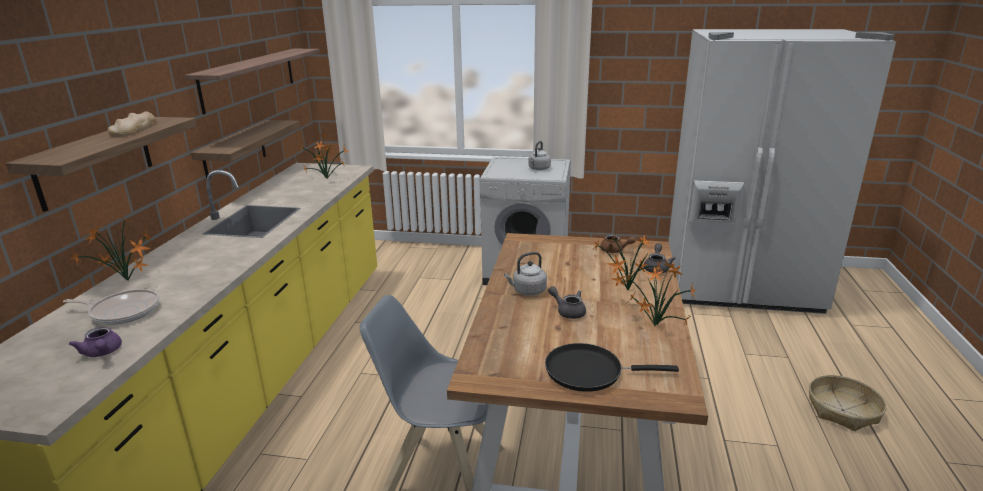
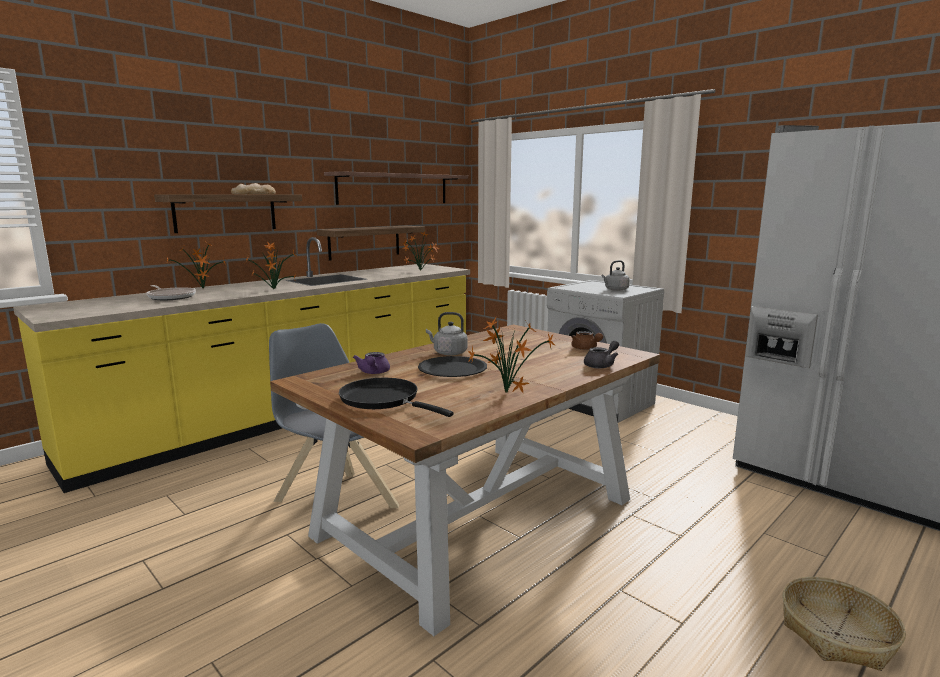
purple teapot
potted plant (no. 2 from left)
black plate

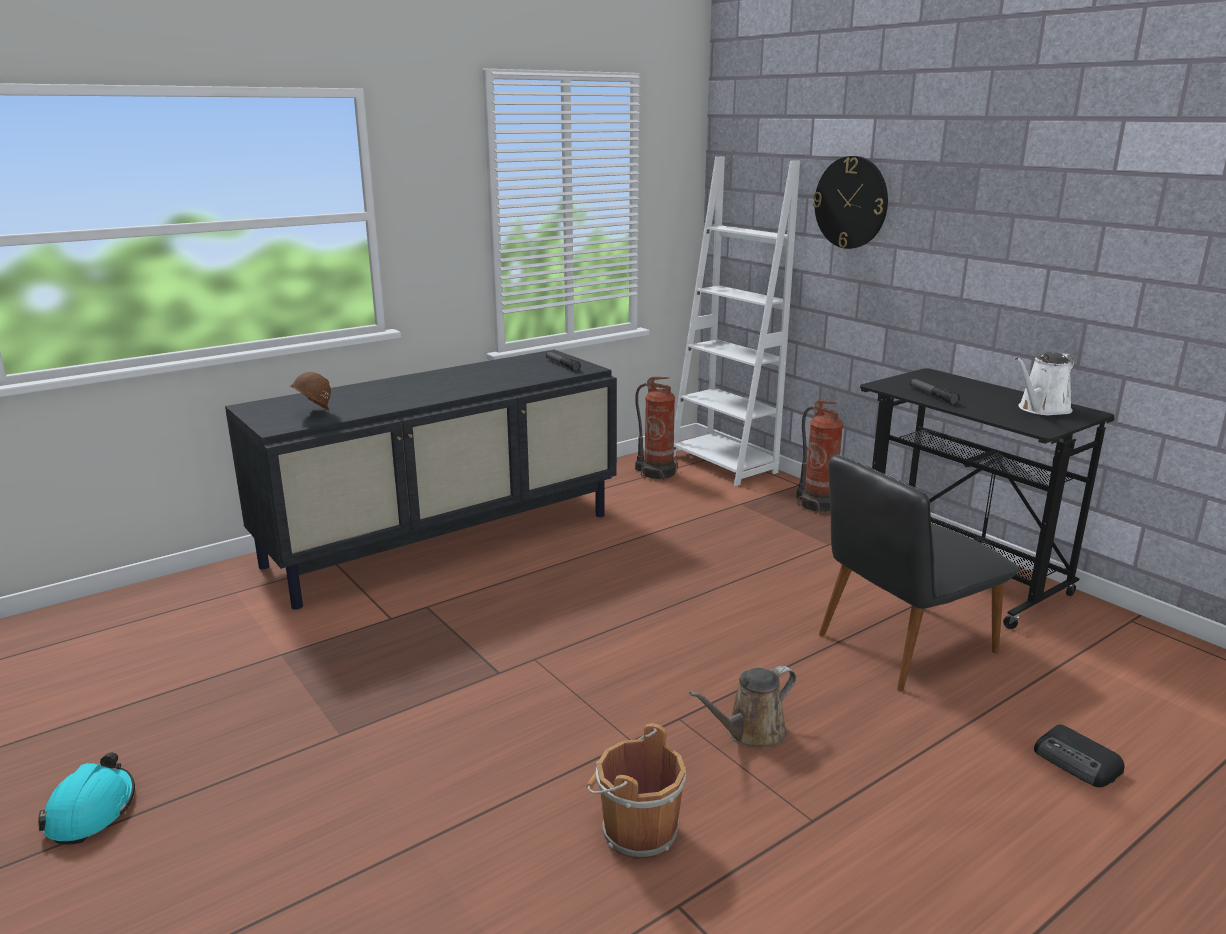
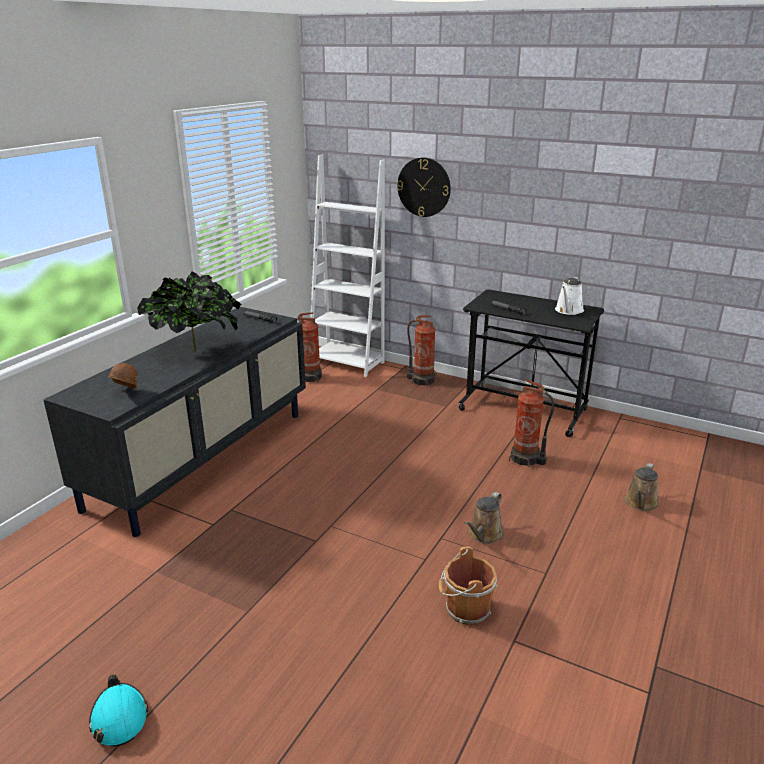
potted plant
fire extinguisher (no. 3 from left)
brown watering can (no. 2 from left)

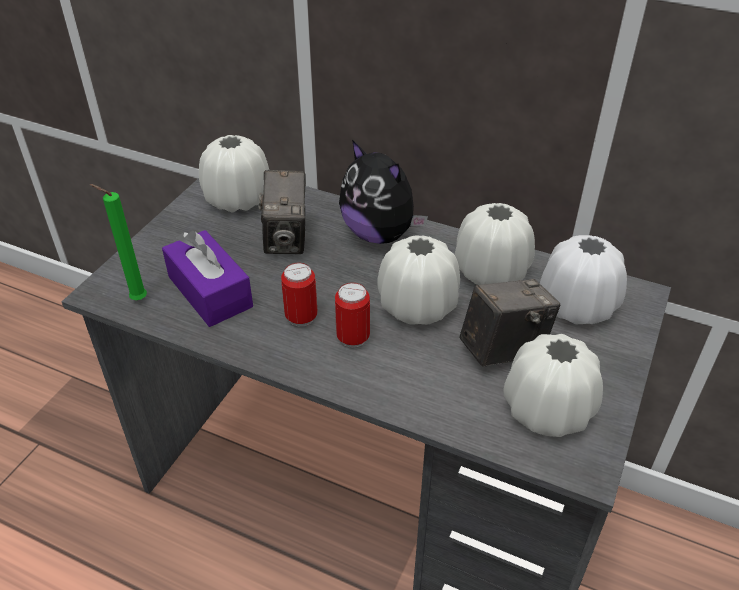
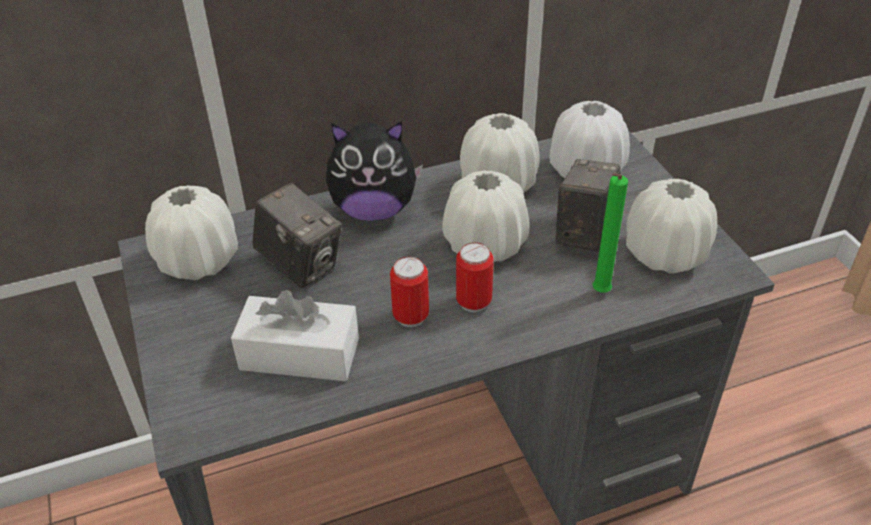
green candle
white tissue box

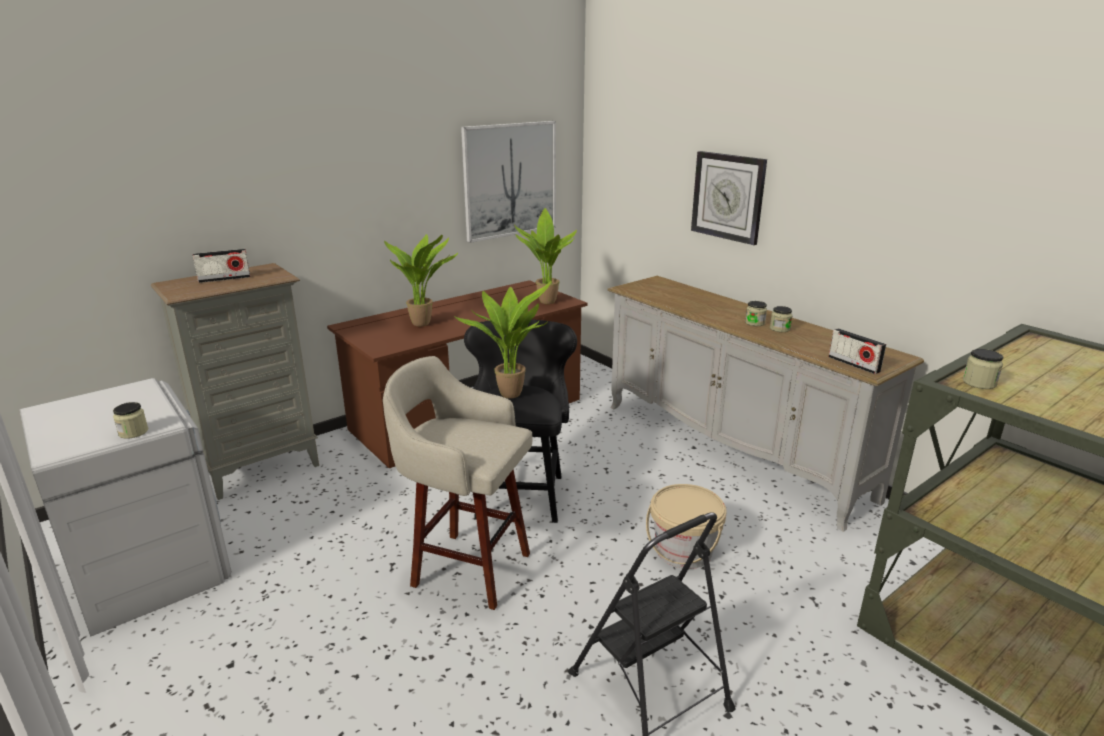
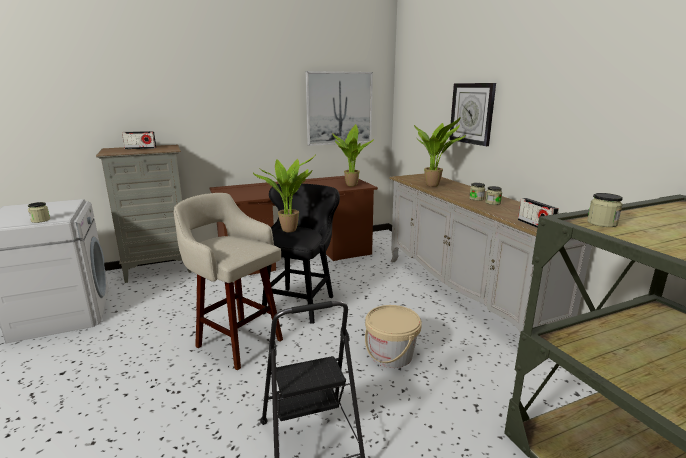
potted plant (no. 3 from left)

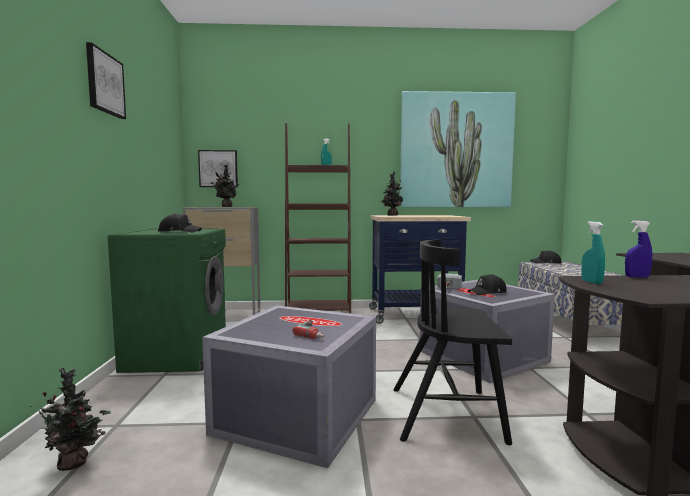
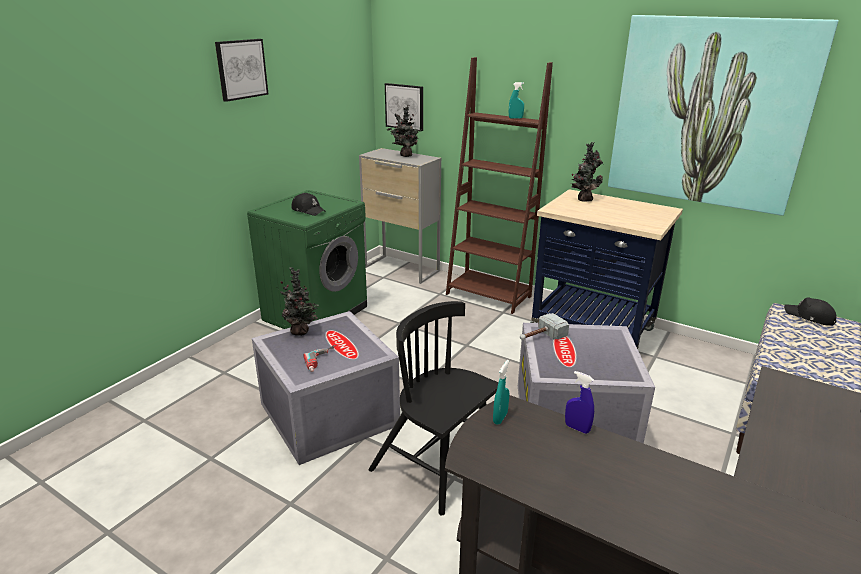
black cap (no. 2 from left in the first image)
potted plant (no. 1 from left)

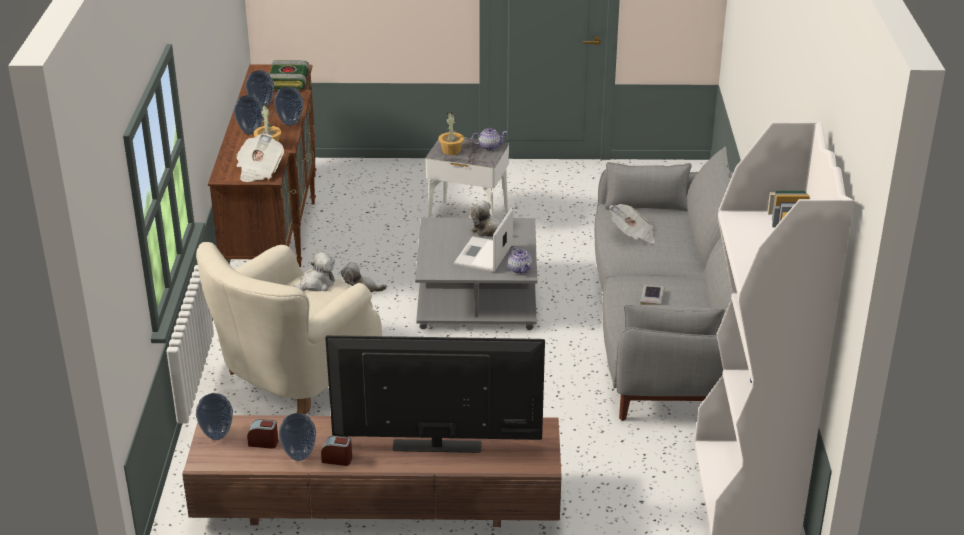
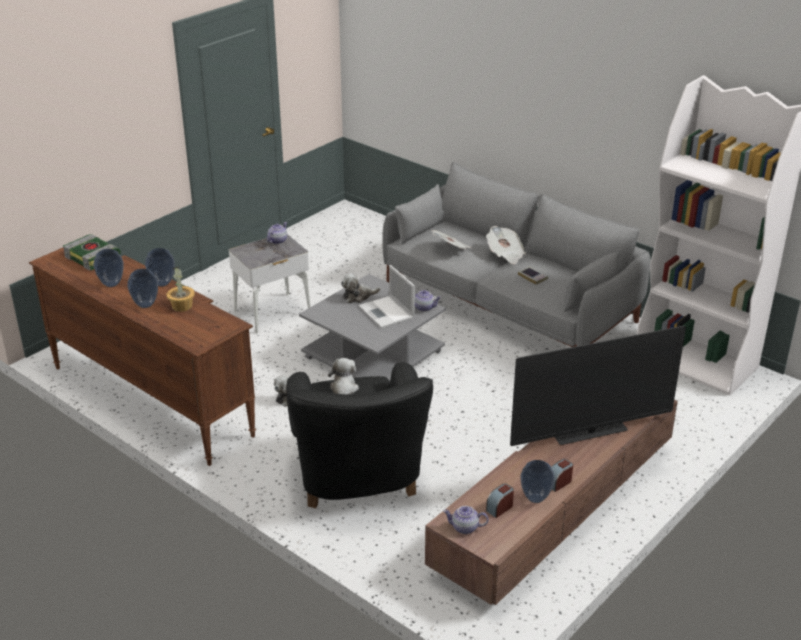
potted plant (no. 2 from left in the first image)
newspaper (no. 2 from left)
teapot (no. 3 from left)
black armchair
television

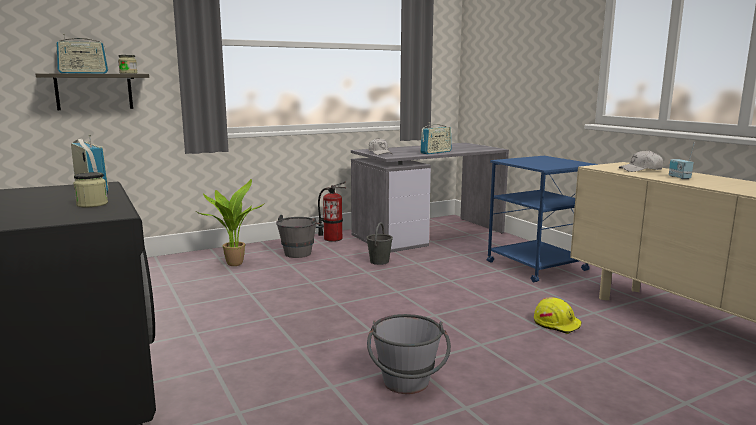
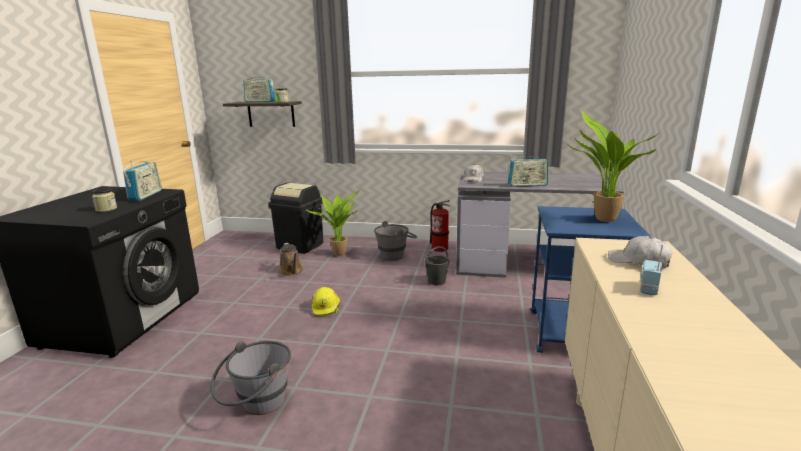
black trash can
brown watering can
potted plant (no. 2 from left)
yellow hard hat

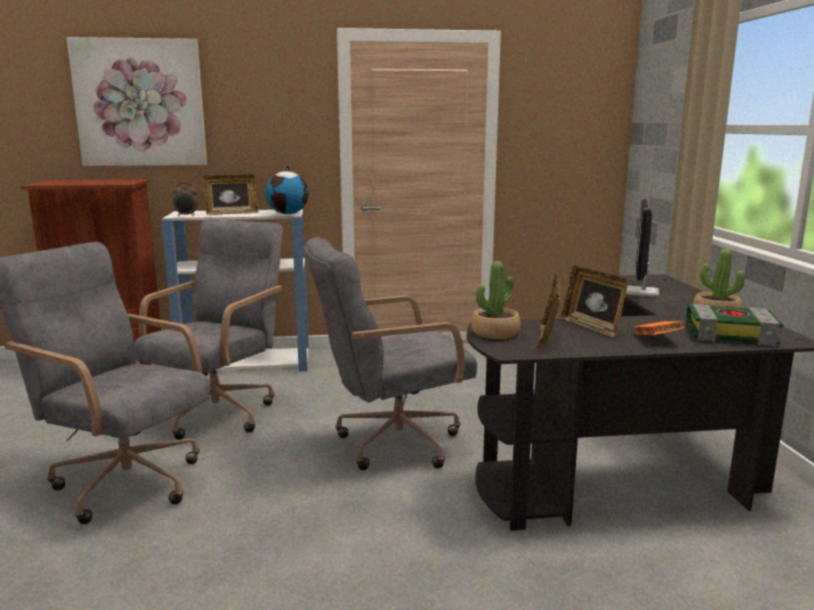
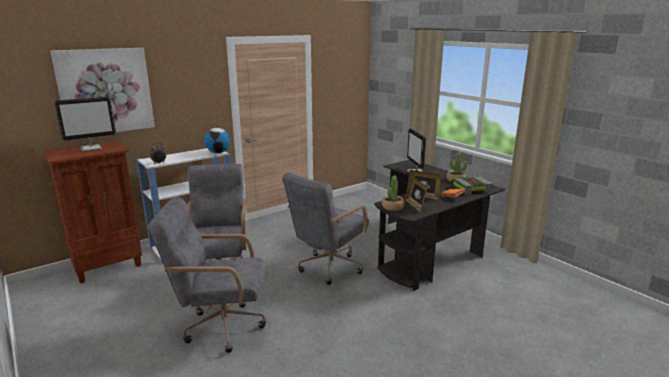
picture frame (no. 1 from left in the first image)
monitor (no. 1 from left)

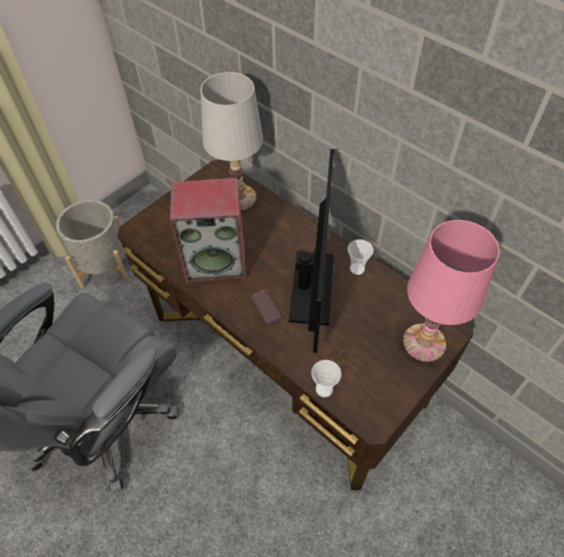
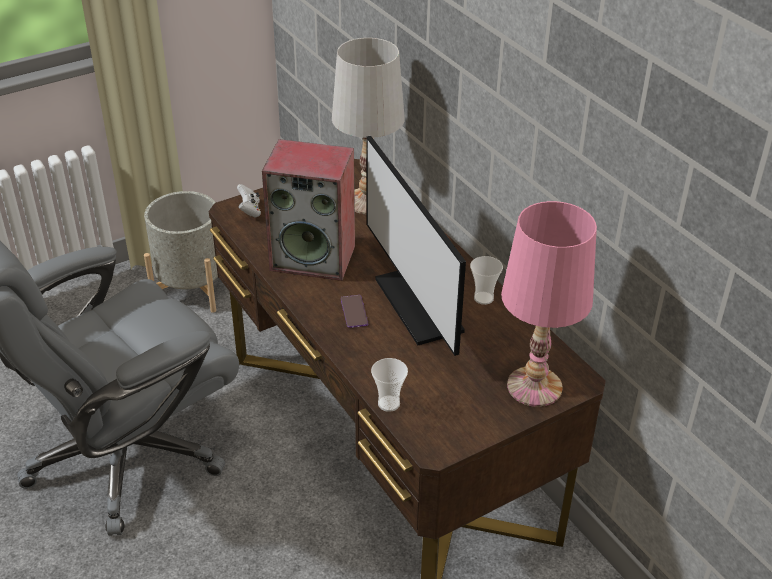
white game controller
monitor

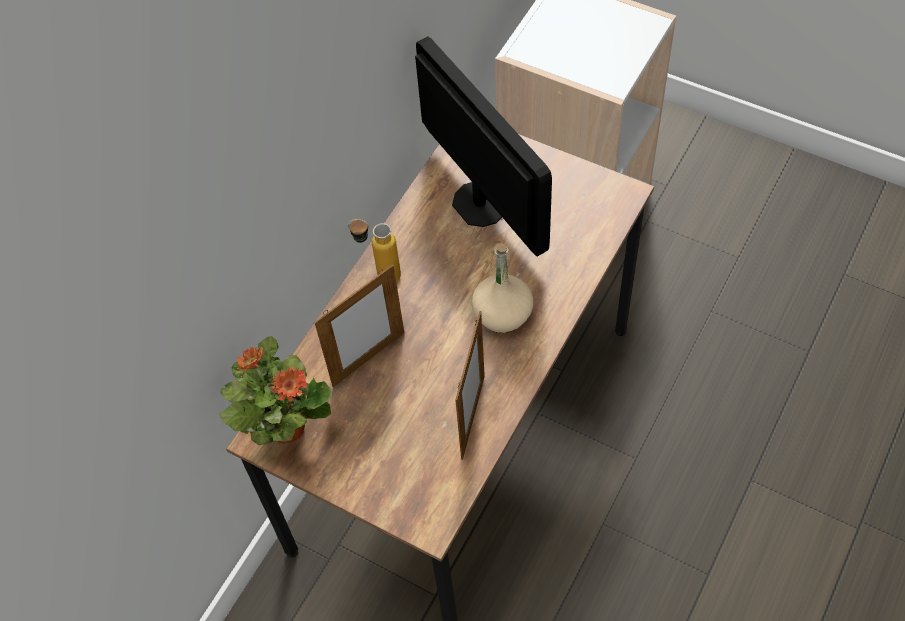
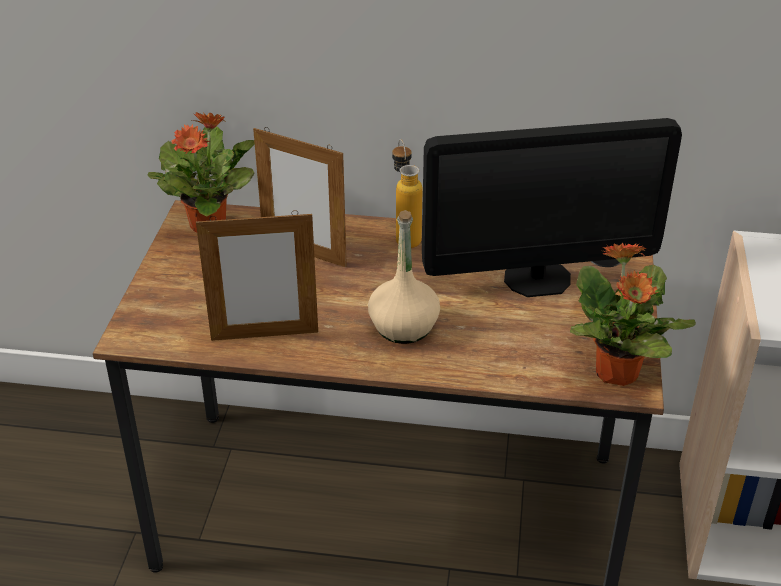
potted plant (no. 2 from left)
monitor

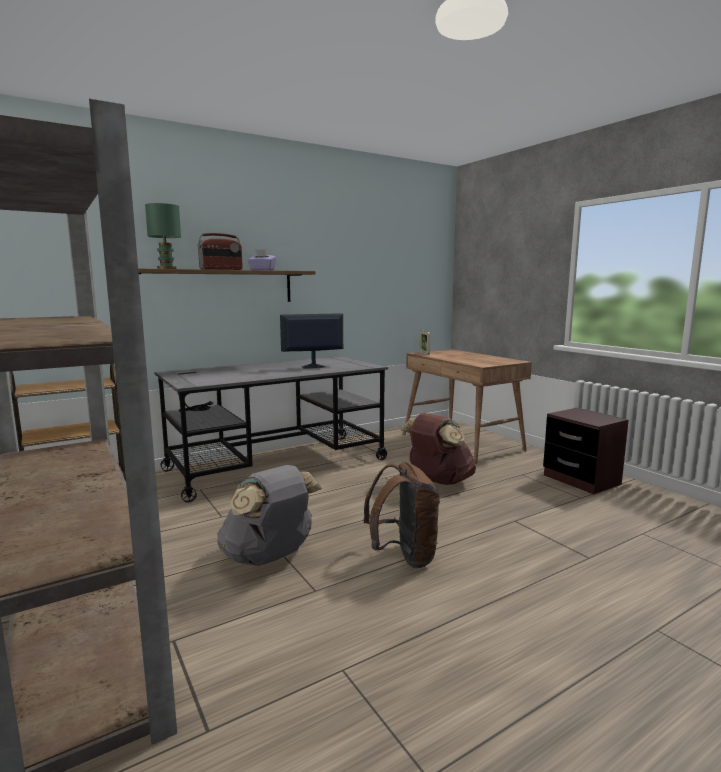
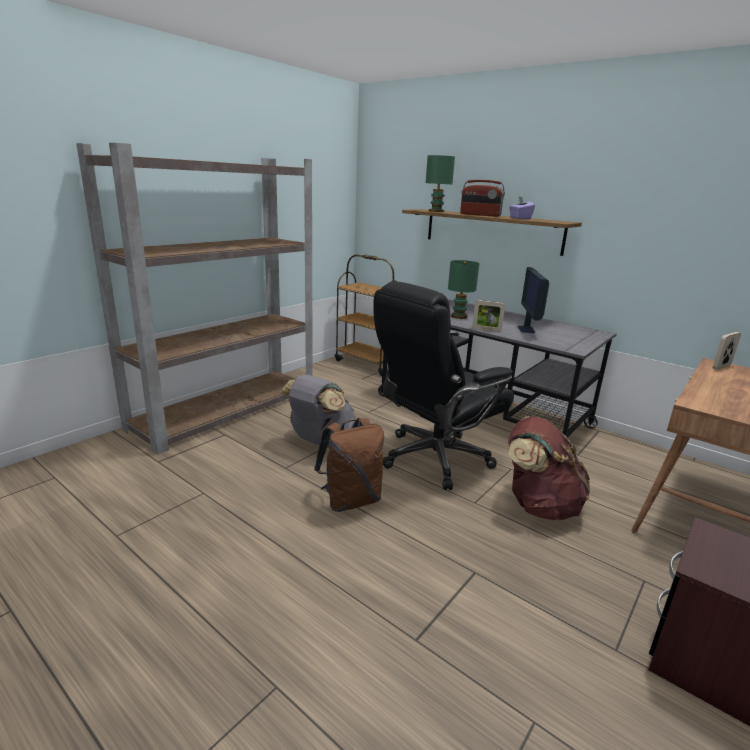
black office chair
green table lamp (no. 2 from left)
picture frame (no. 1 from left)
monitor

